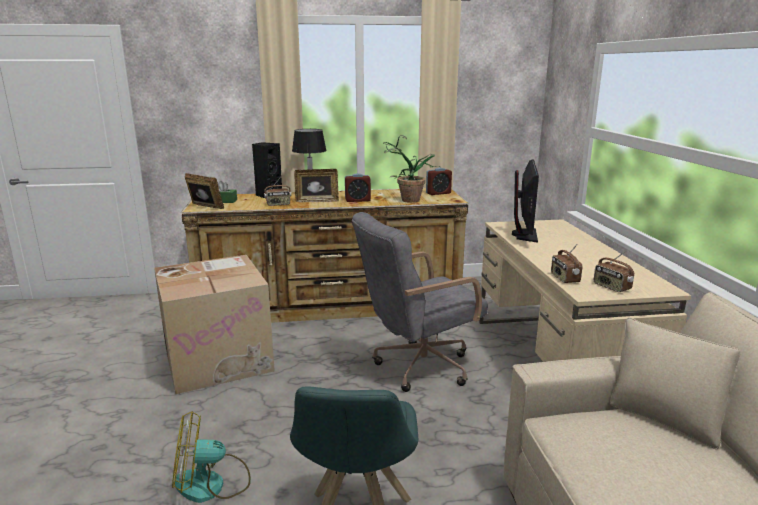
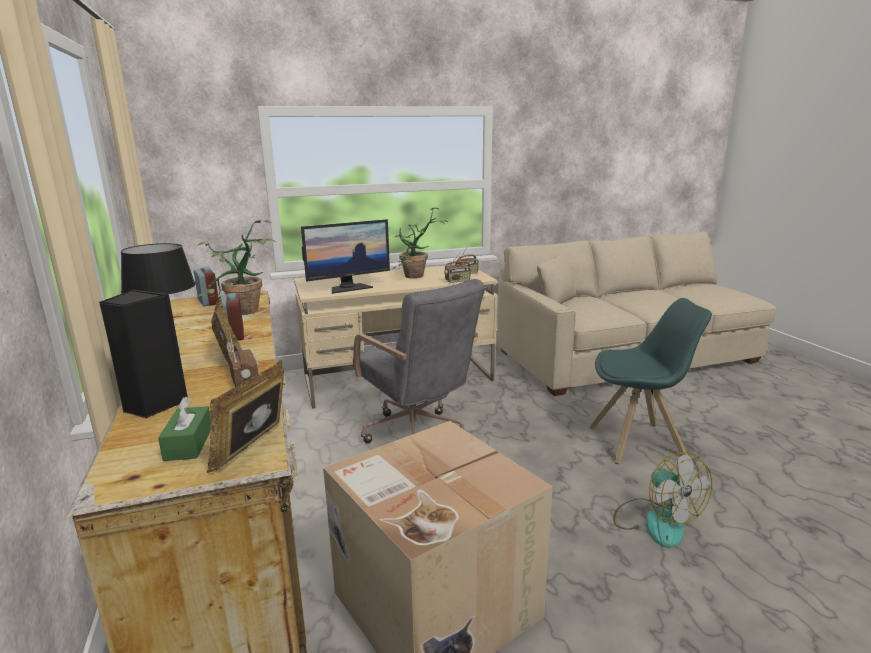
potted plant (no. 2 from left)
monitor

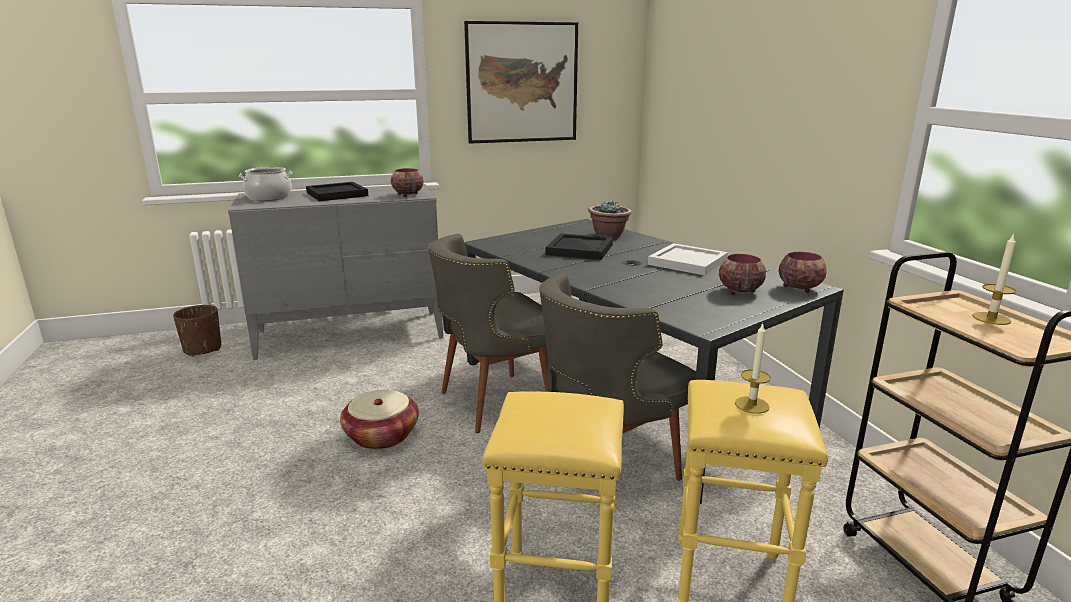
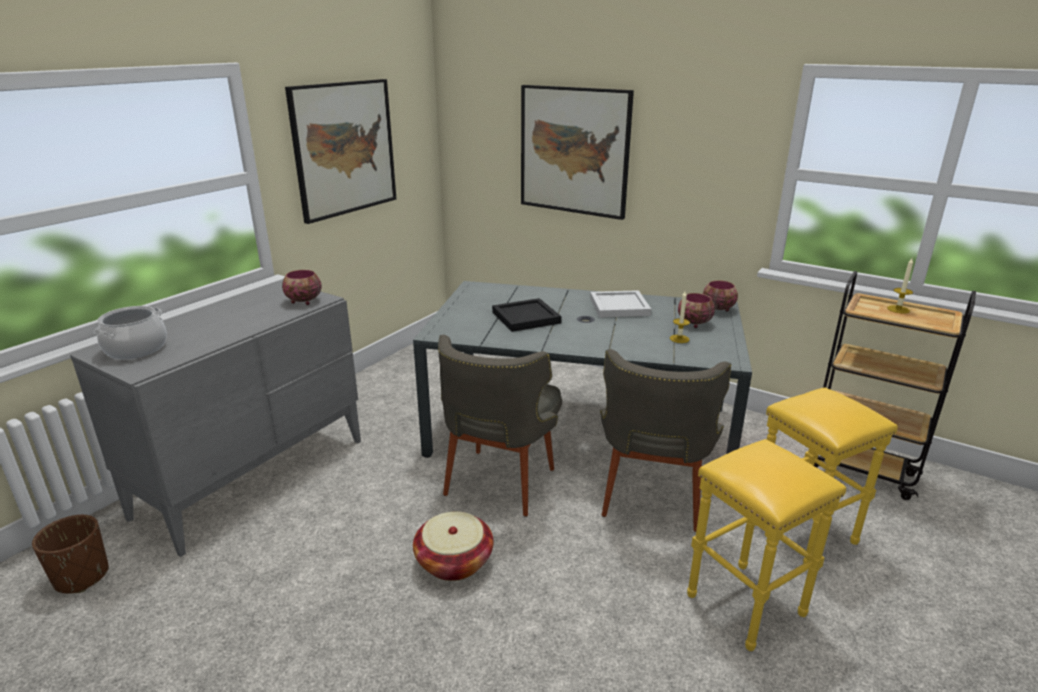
black tray (no. 1 from left in the first image)
potted plant
picture (no. 2 from left)
candle (no. 1 from left)

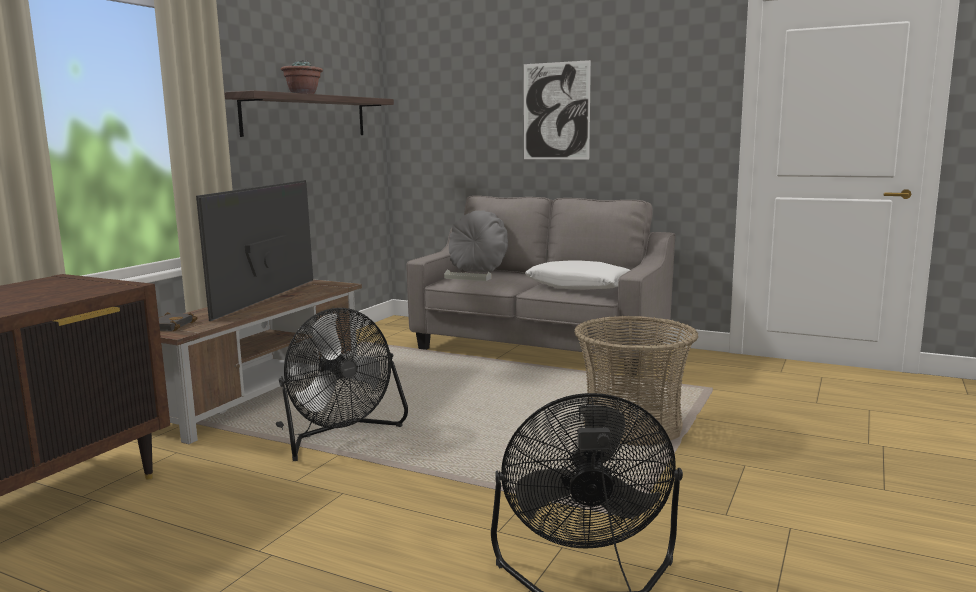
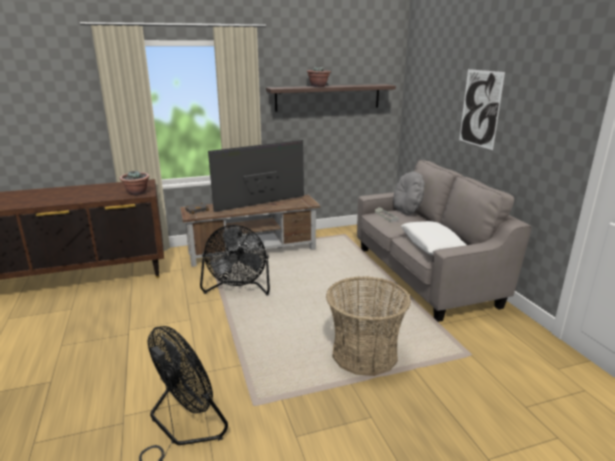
potted plant (no. 1 from left)

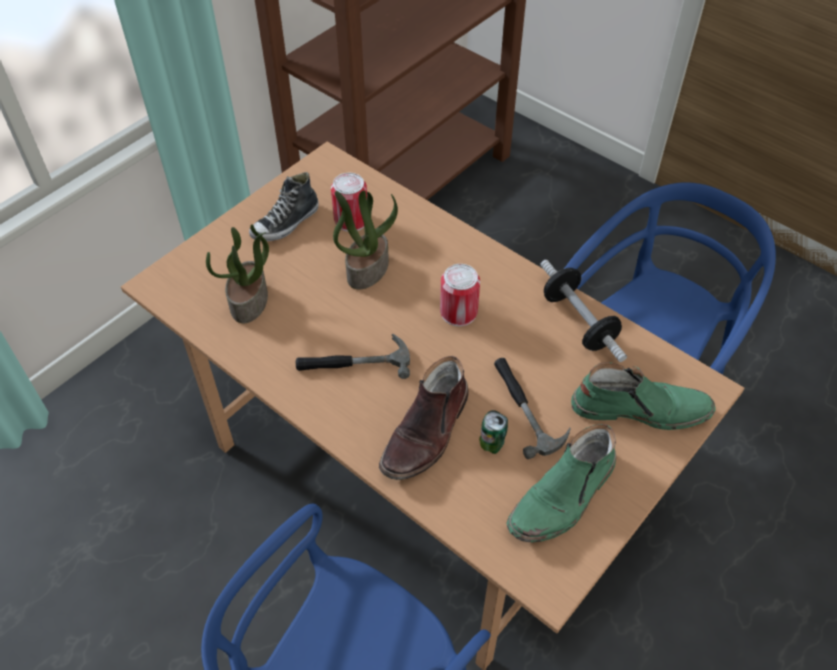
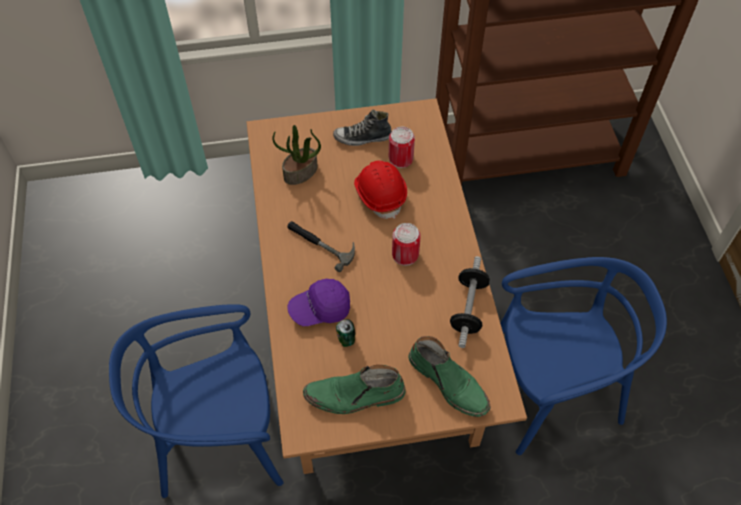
hammer (no. 2 from left in the first image)
red hard hat
purple cap

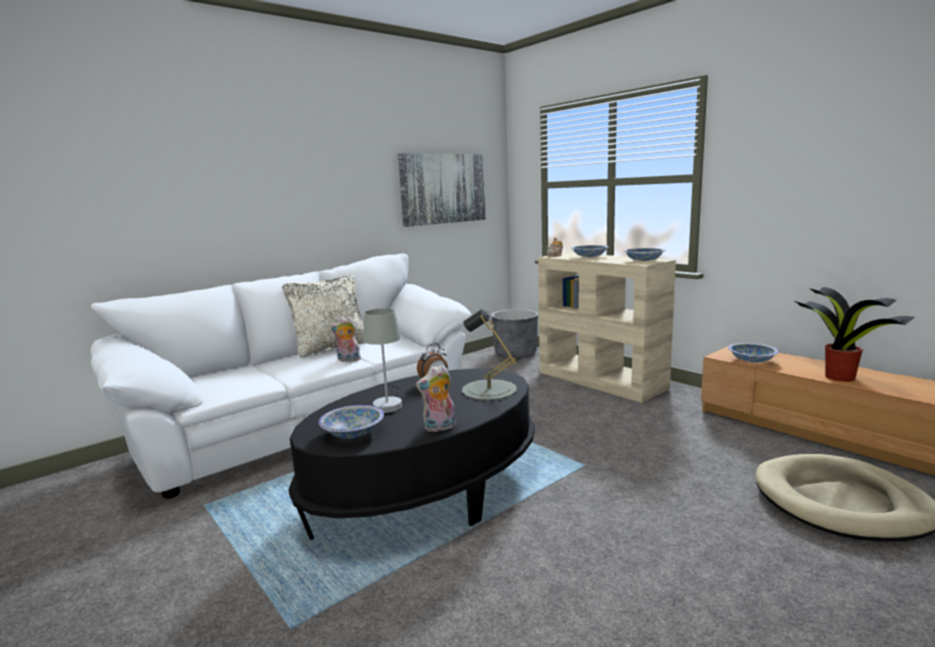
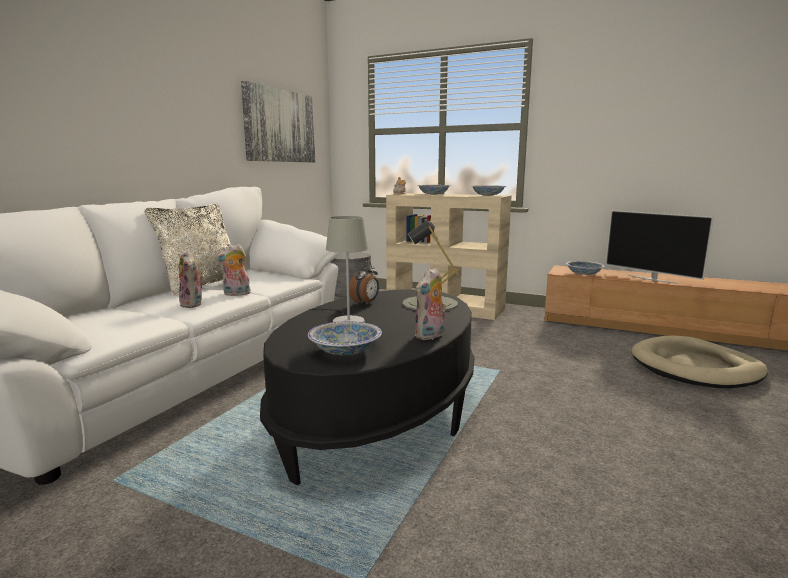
plush toy (no. 1 from left)
television

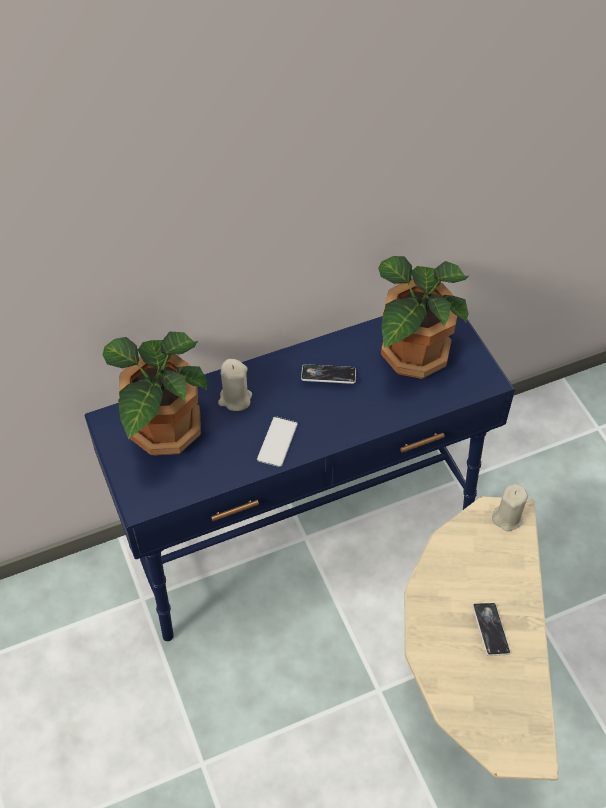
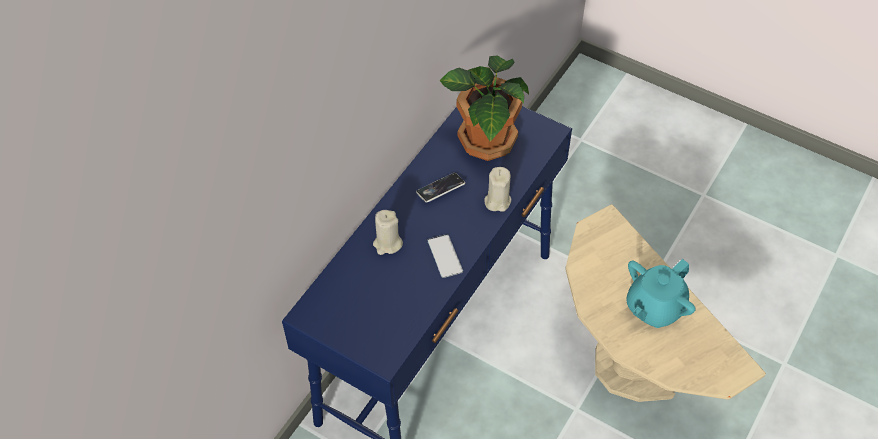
potted plant (no. 1 from left in the first image)
beige candle (no. 2 from left)
turquoise teapot

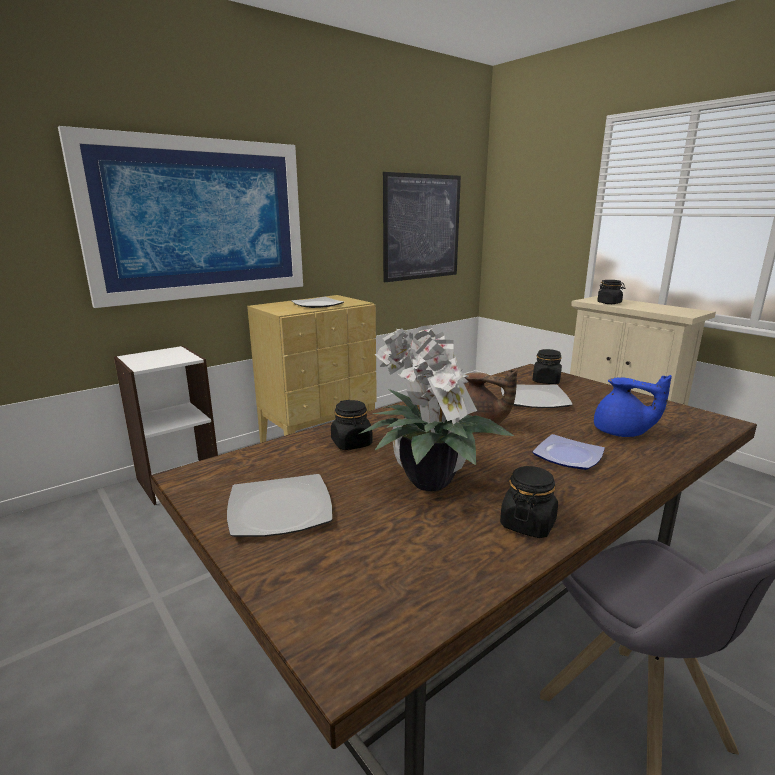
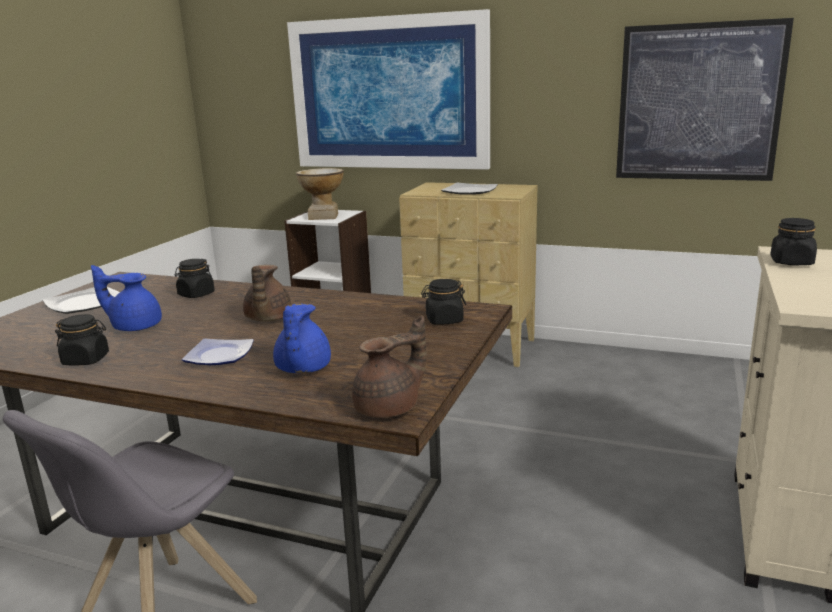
plate (no. 3 from left in the first image)
vase
brown teapot (no. 2 from left)
blue teapot (no. 1 from left)

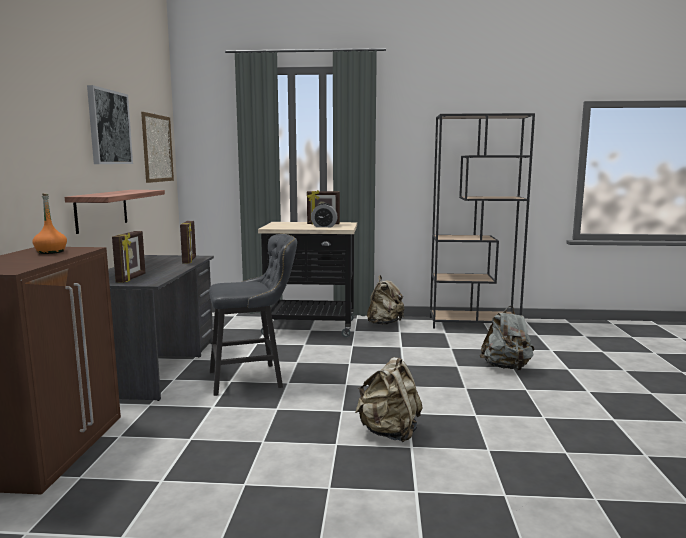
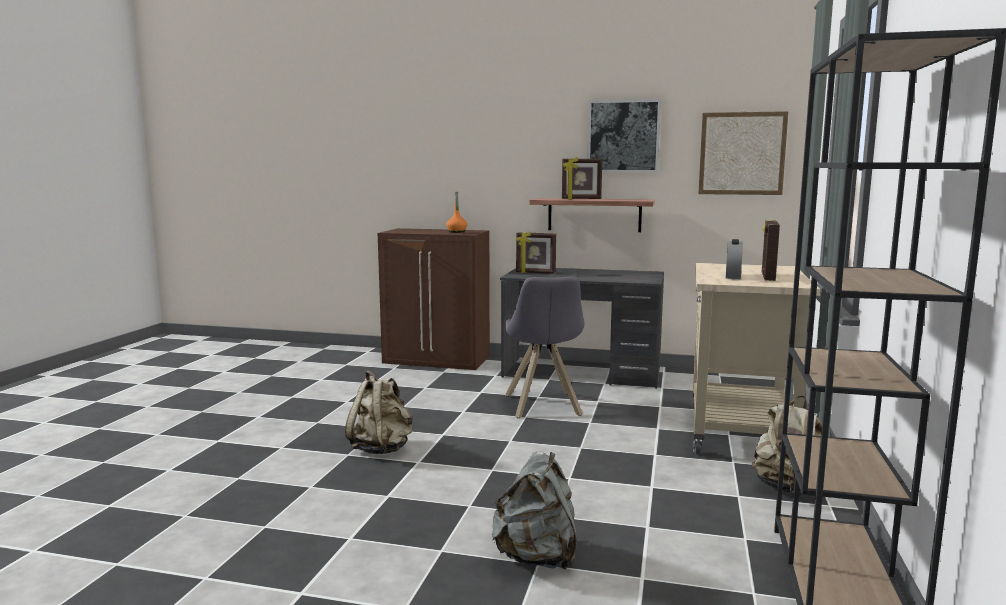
picture frame (no. 2 from left)
grey chair
beige cart

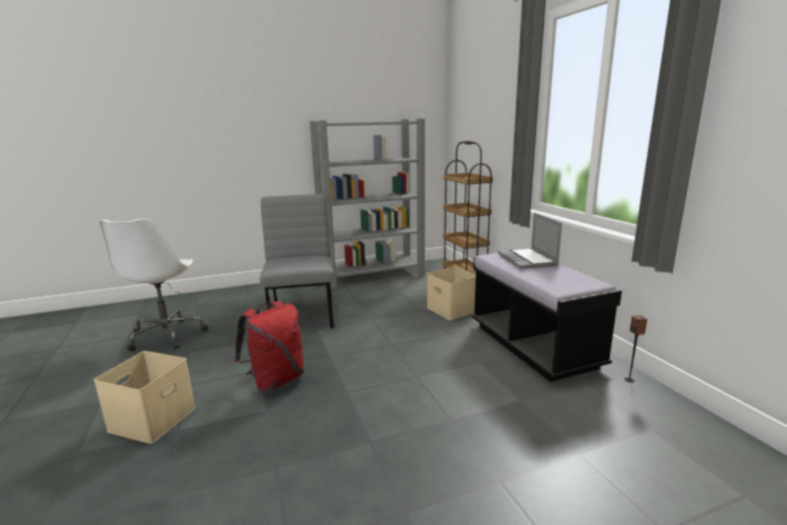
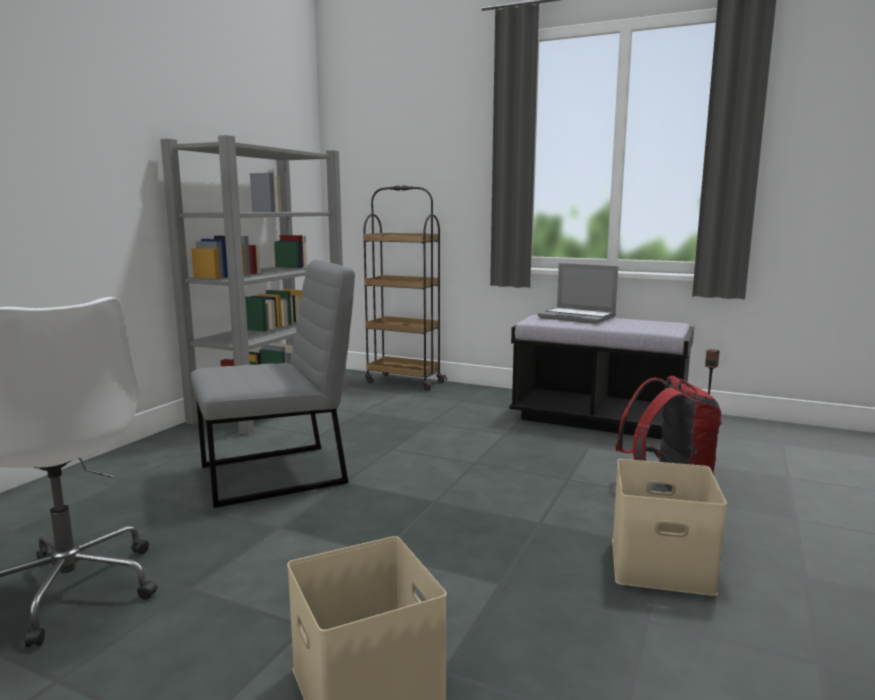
red backpack
beige storage box (no. 2 from left)
grey chair

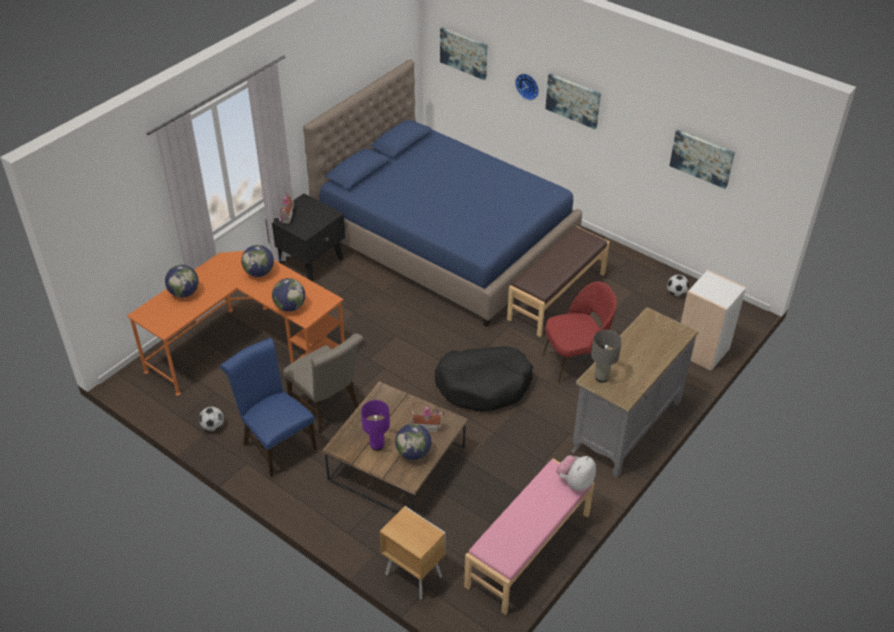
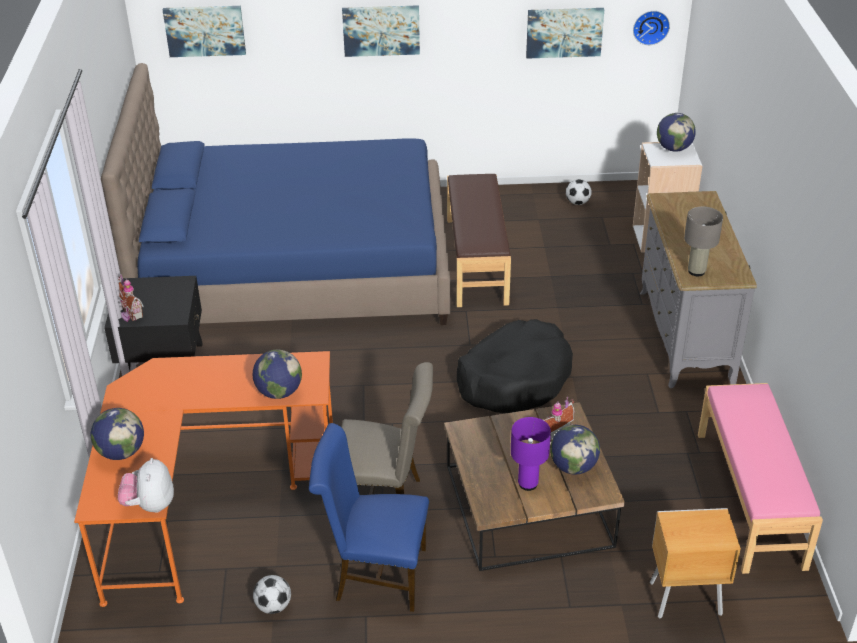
red chair
globe (no. 4 from left)
wall clock
plush toy

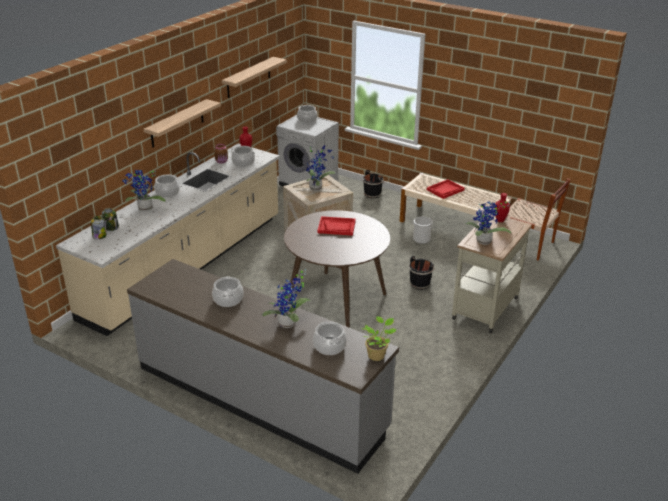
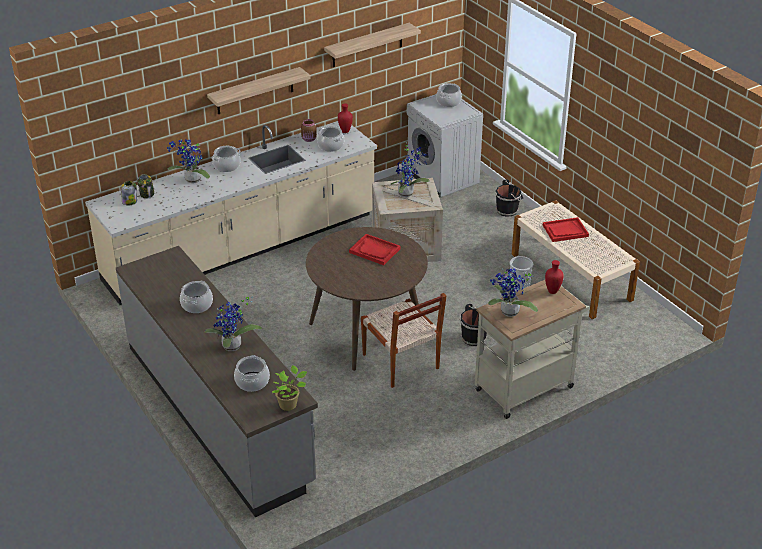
chair

